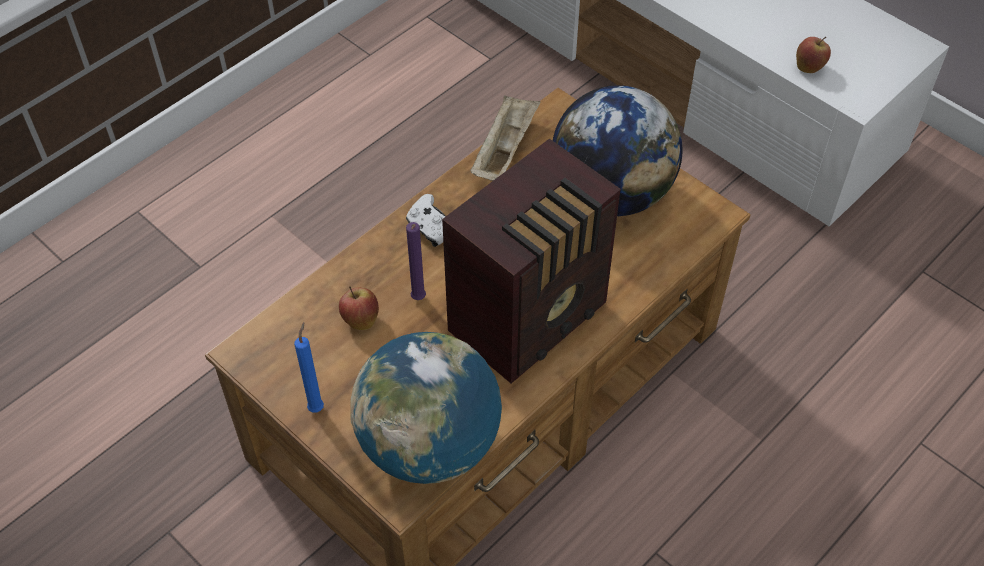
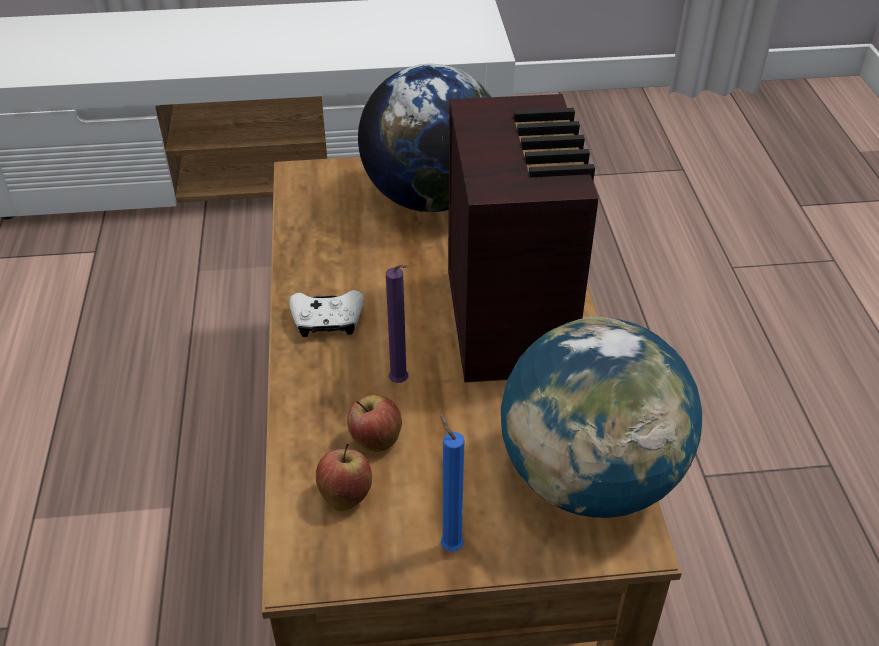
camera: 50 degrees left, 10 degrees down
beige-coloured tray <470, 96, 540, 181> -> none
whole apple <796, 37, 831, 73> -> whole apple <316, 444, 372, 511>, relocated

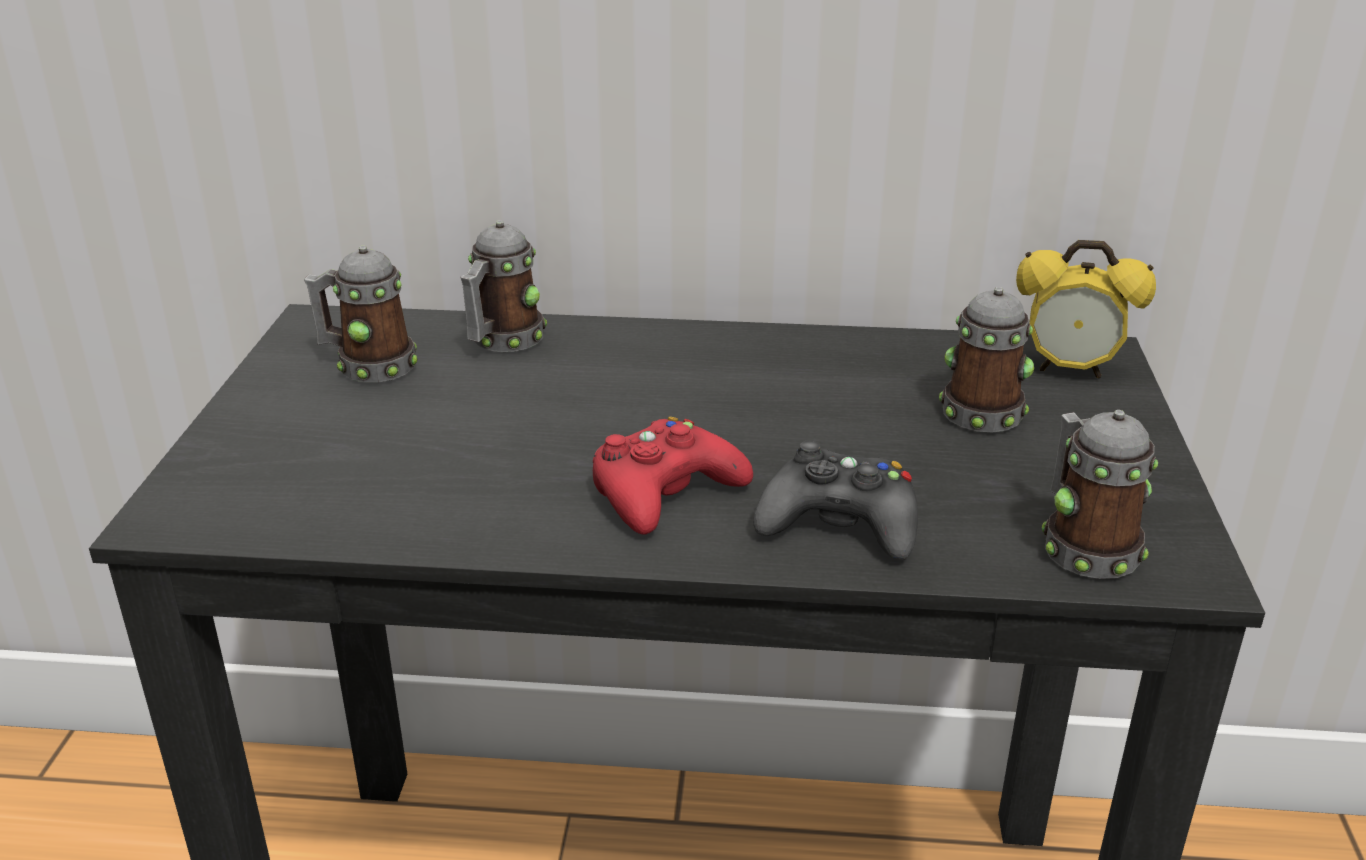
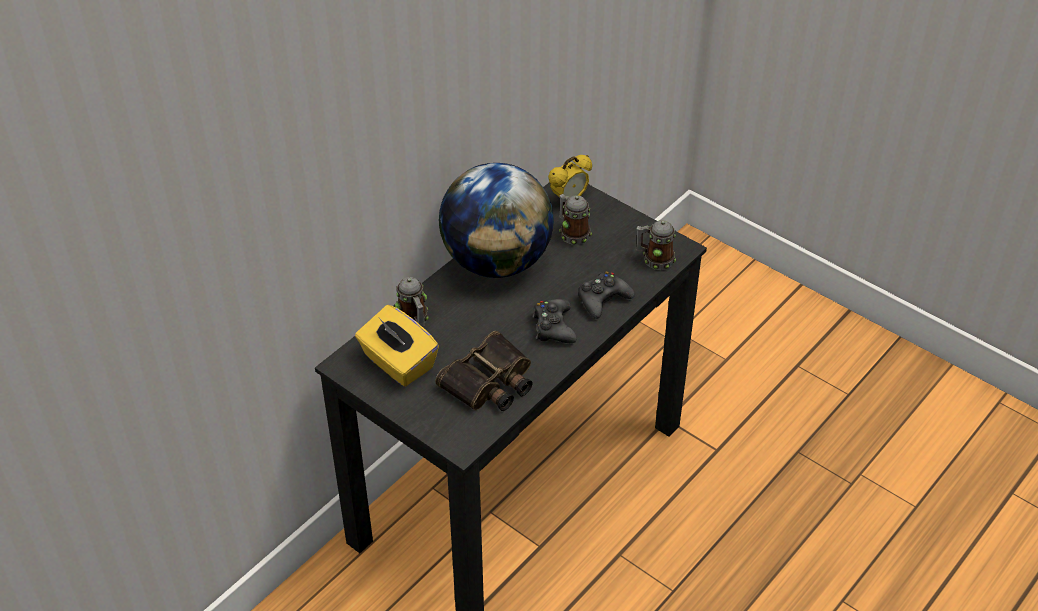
camera: 55 degrees left, 15 degrees up
coffee mug <304, 246, 417, 382> -> yellow-coloured tissue holder <355, 305, 439, 387>
red-coloured game controller <593, 416, 753, 535> -> black-coloured game controller <532, 299, 577, 343>
none -> pair of binoculars <435, 331, 533, 411>
none -> world globe <439, 163, 554, 278>

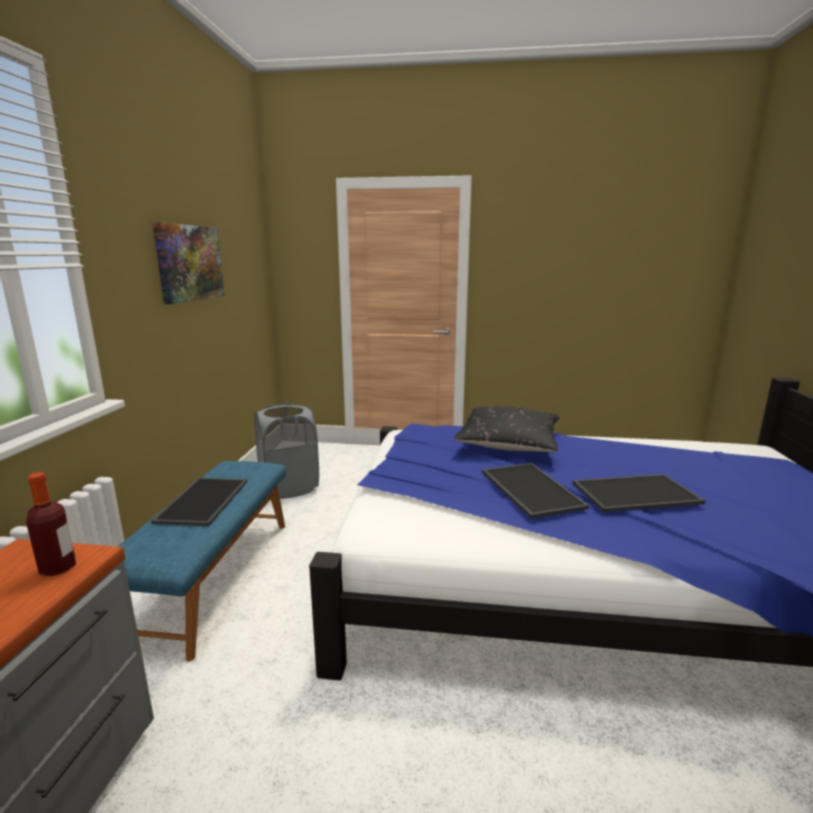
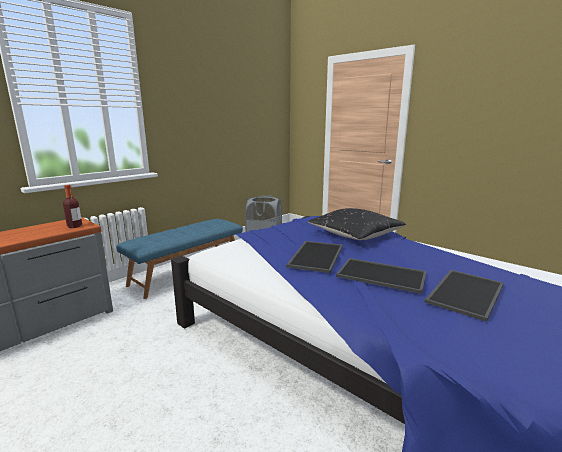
camera: 35 degrees right, 0 degrees up
tray <151, 478, 247, 526> -> tray <425, 270, 504, 322>, relocated
wall art <152, 222, 225, 304> -> none

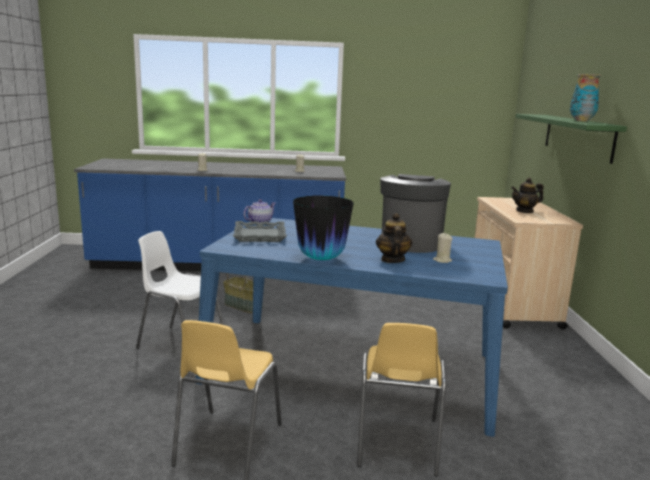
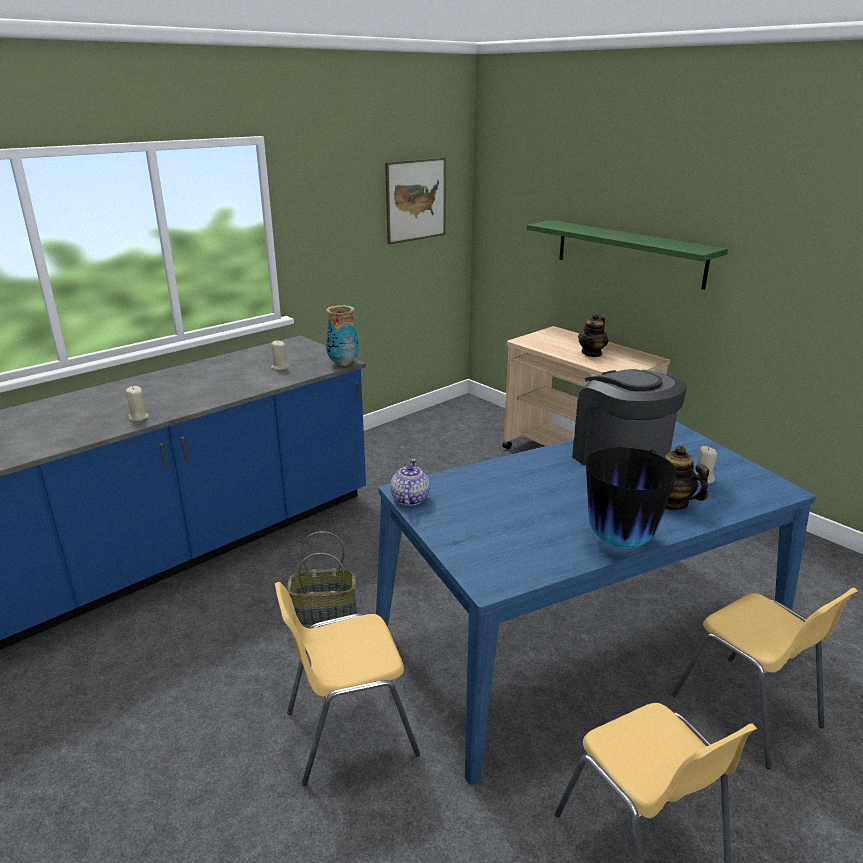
camera: 40 degrees left, 10 degrees up
whitish upright chair <136, 231, 224, 349> -> yellow-coloured upright chair <275, 582, 420, 786>
gray tray <233, 221, 287, 242> -> none
decorative vase <570, 74, 601, 121> -> decorative vase <326, 305, 359, 366>, relocated
none -> wall art <385, 157, 446, 245>

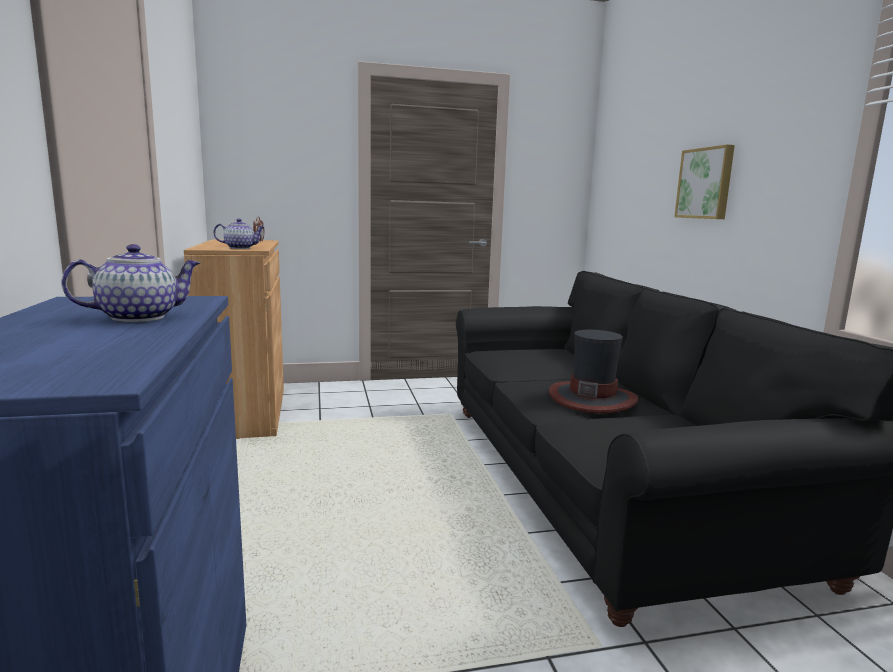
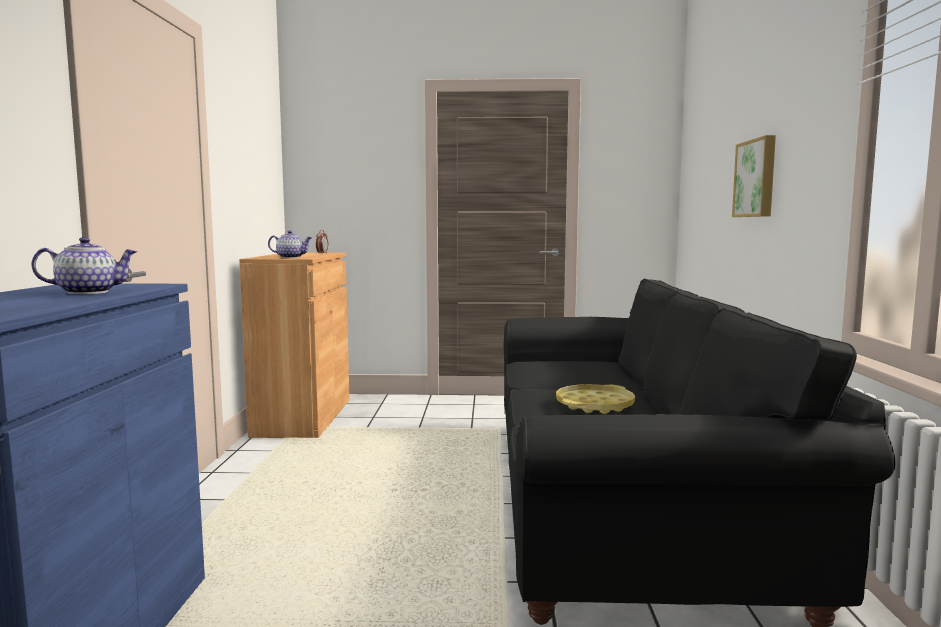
camera: 15 degrees right, 5 degrees down
wearable hat <549, 330, 639, 413> -> yellow-coloured tray <556, 384, 635, 414>

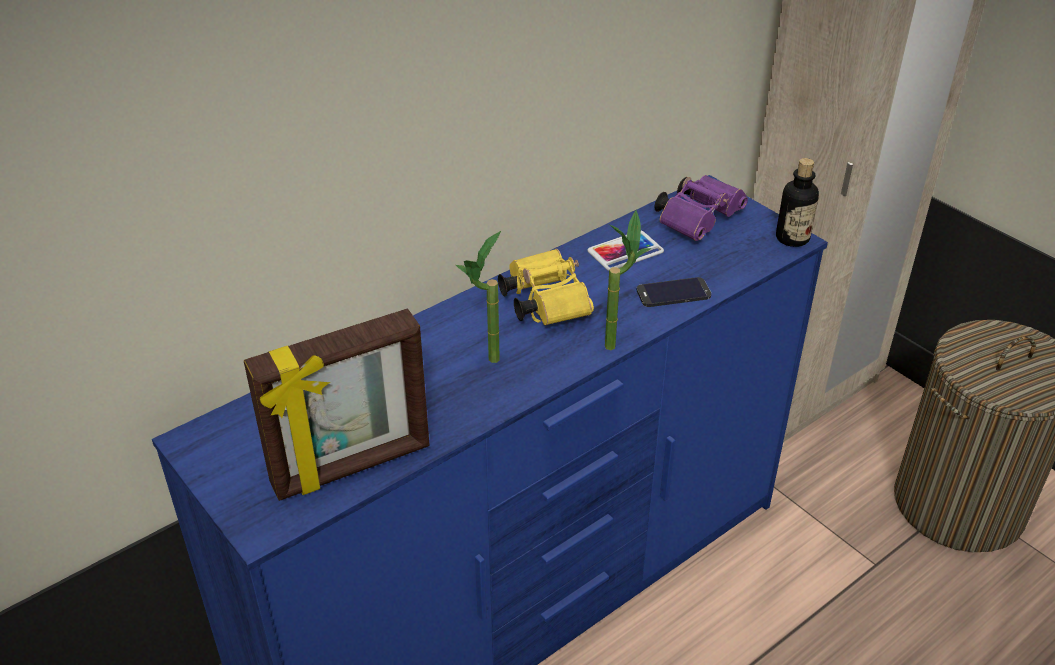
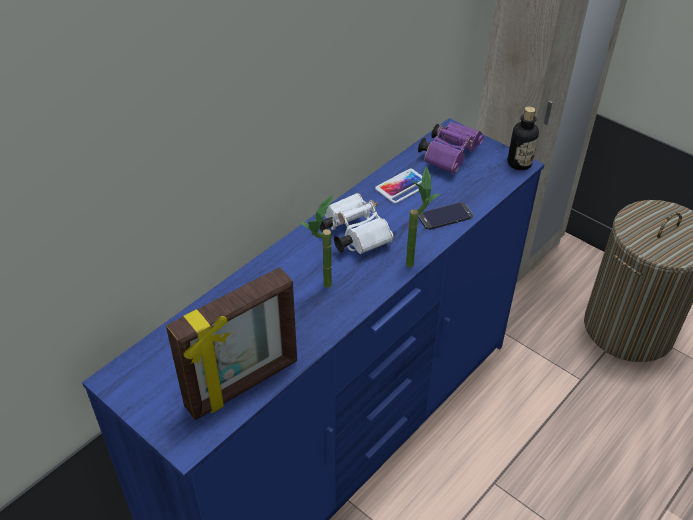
camera: 10 degrees left, 5 degrees up
yellow-coloured pair of binoculars <498, 249, 594, 326> -> whitish pair of binoculars <320, 193, 394, 254>

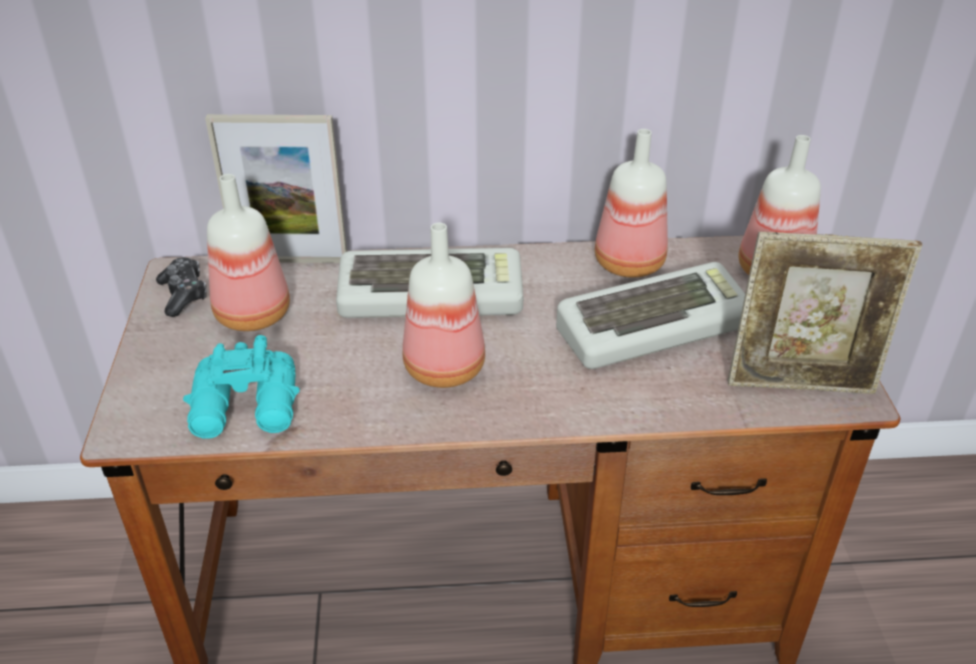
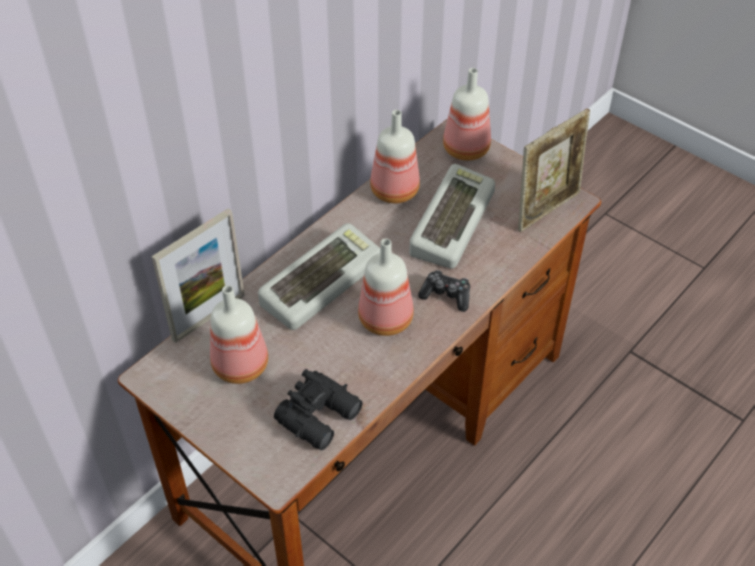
camera: 45 degrees left, 10 degrees up
game controller <156, 257, 207, 317> -> game controller <418, 270, 470, 312>, relocated
turquoise pair of binoculars <183, 335, 300, 439> -> black-coloured pair of binoculars <274, 369, 363, 450>

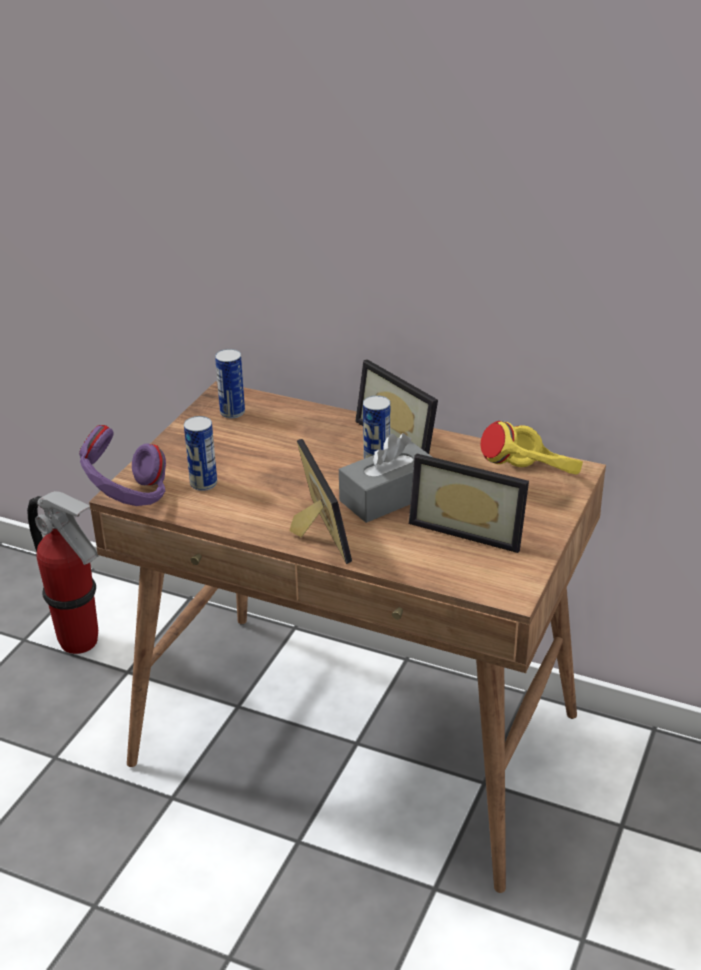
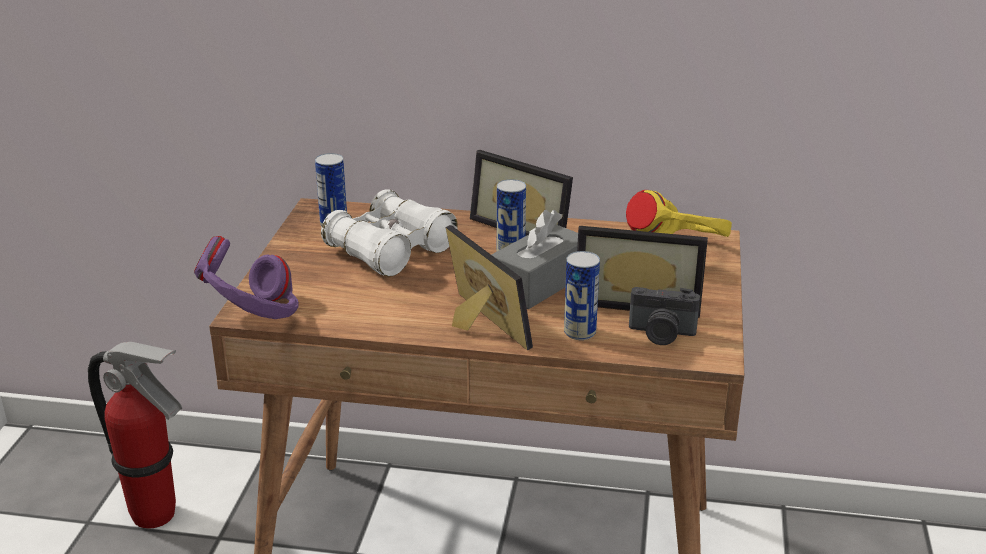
camera: 15 degrees left, 5 degrees down
can <184, 416, 217, 491> -> can <564, 251, 600, 340>, relocated
none -> whitish pair of binoculars <321, 189, 458, 277>
none -> photo camera <629, 287, 700, 345>

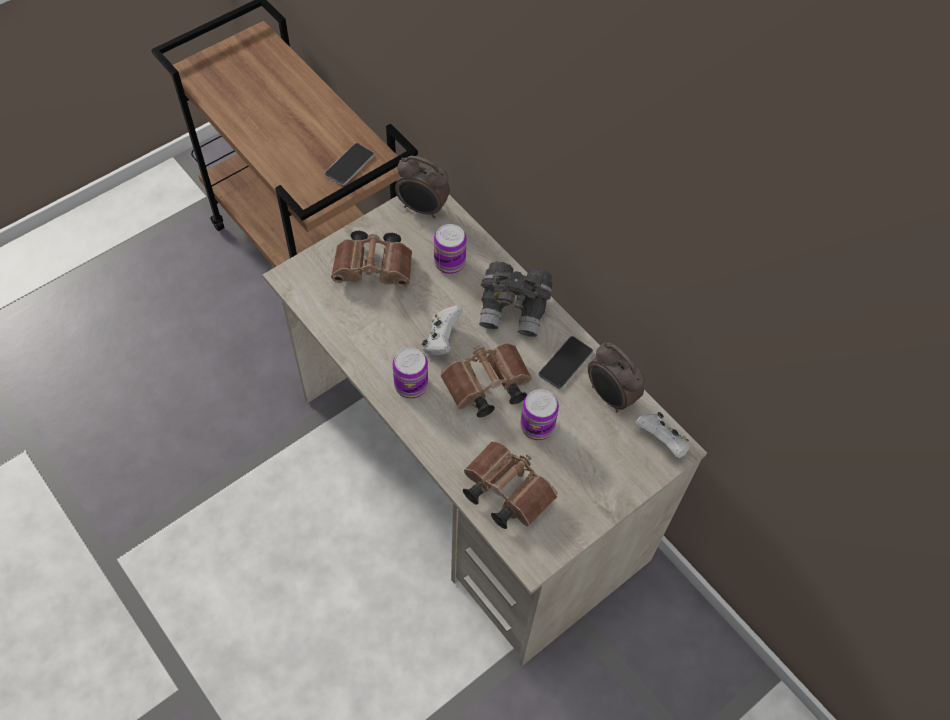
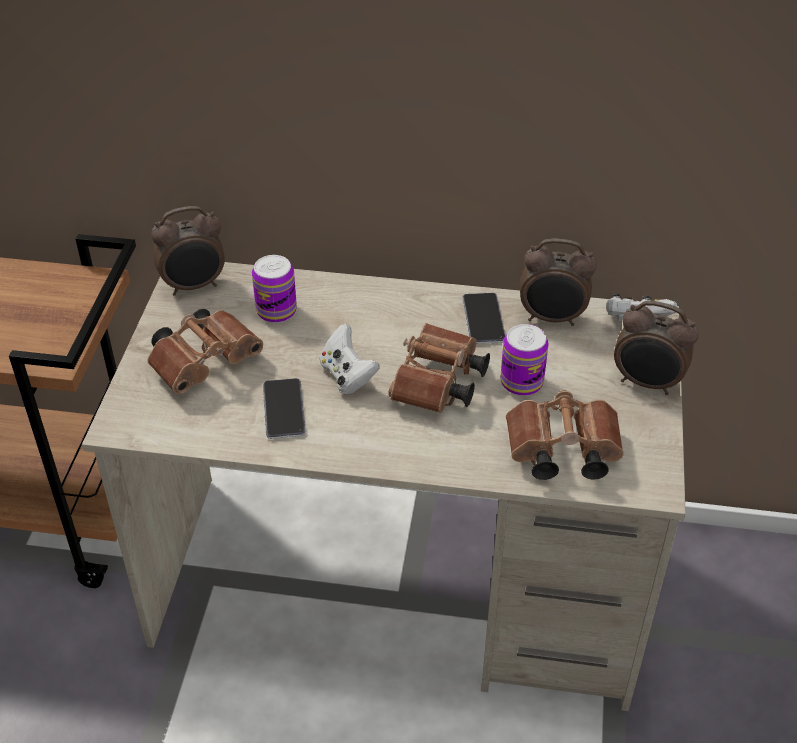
camera: 40 degrees left, 15 degrees down
phone <325, 143, 375, 185> -> phone <263, 378, 306, 439>, relocated
can <393, 348, 428, 399> -> none
gray pair of binoculars <479, 261, 553, 337> -> none
none -> alarm clock <614, 301, 699, 395>

